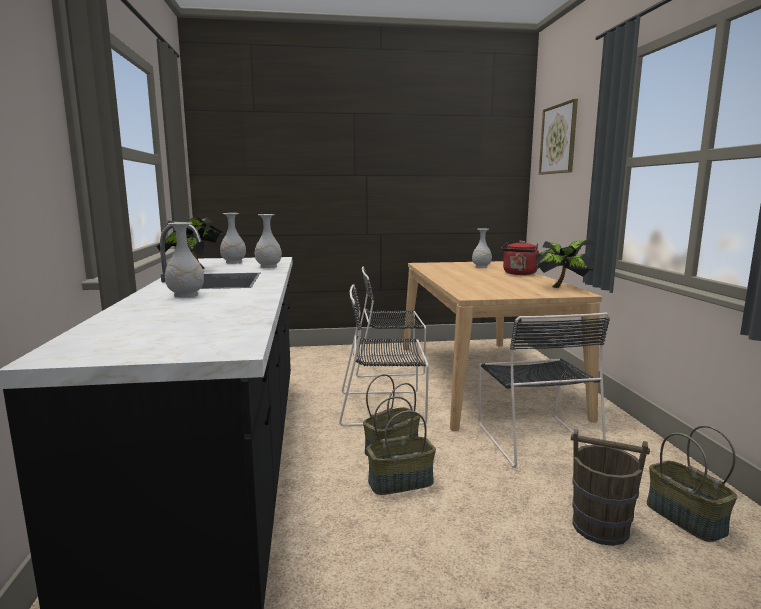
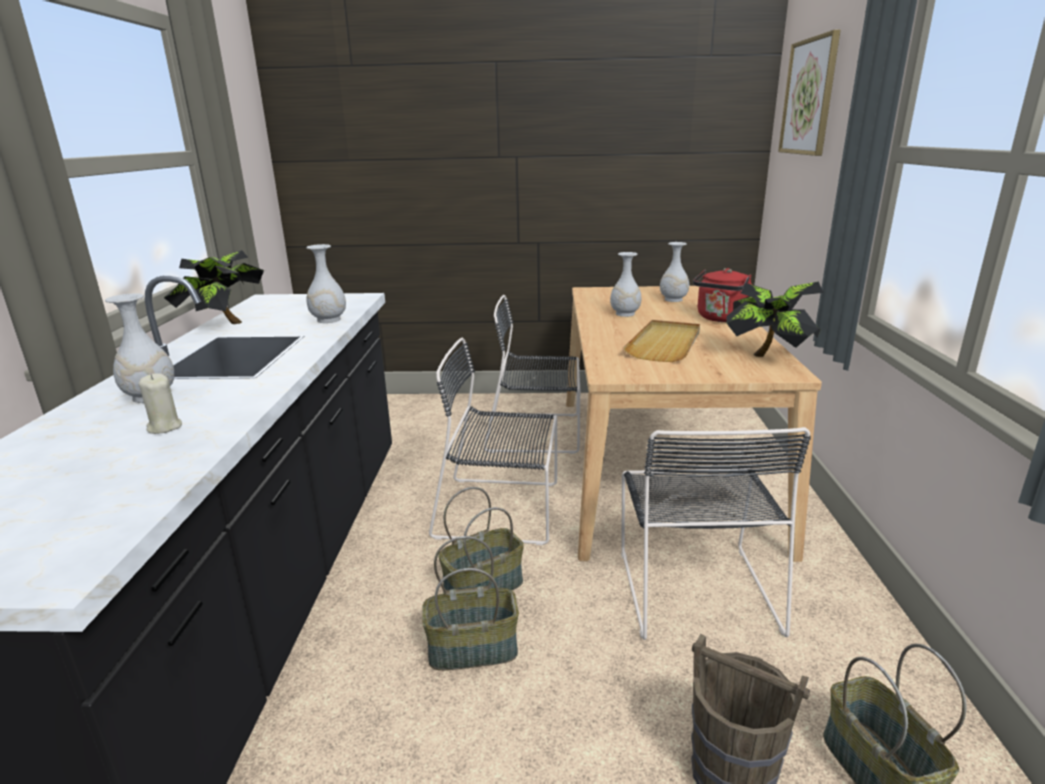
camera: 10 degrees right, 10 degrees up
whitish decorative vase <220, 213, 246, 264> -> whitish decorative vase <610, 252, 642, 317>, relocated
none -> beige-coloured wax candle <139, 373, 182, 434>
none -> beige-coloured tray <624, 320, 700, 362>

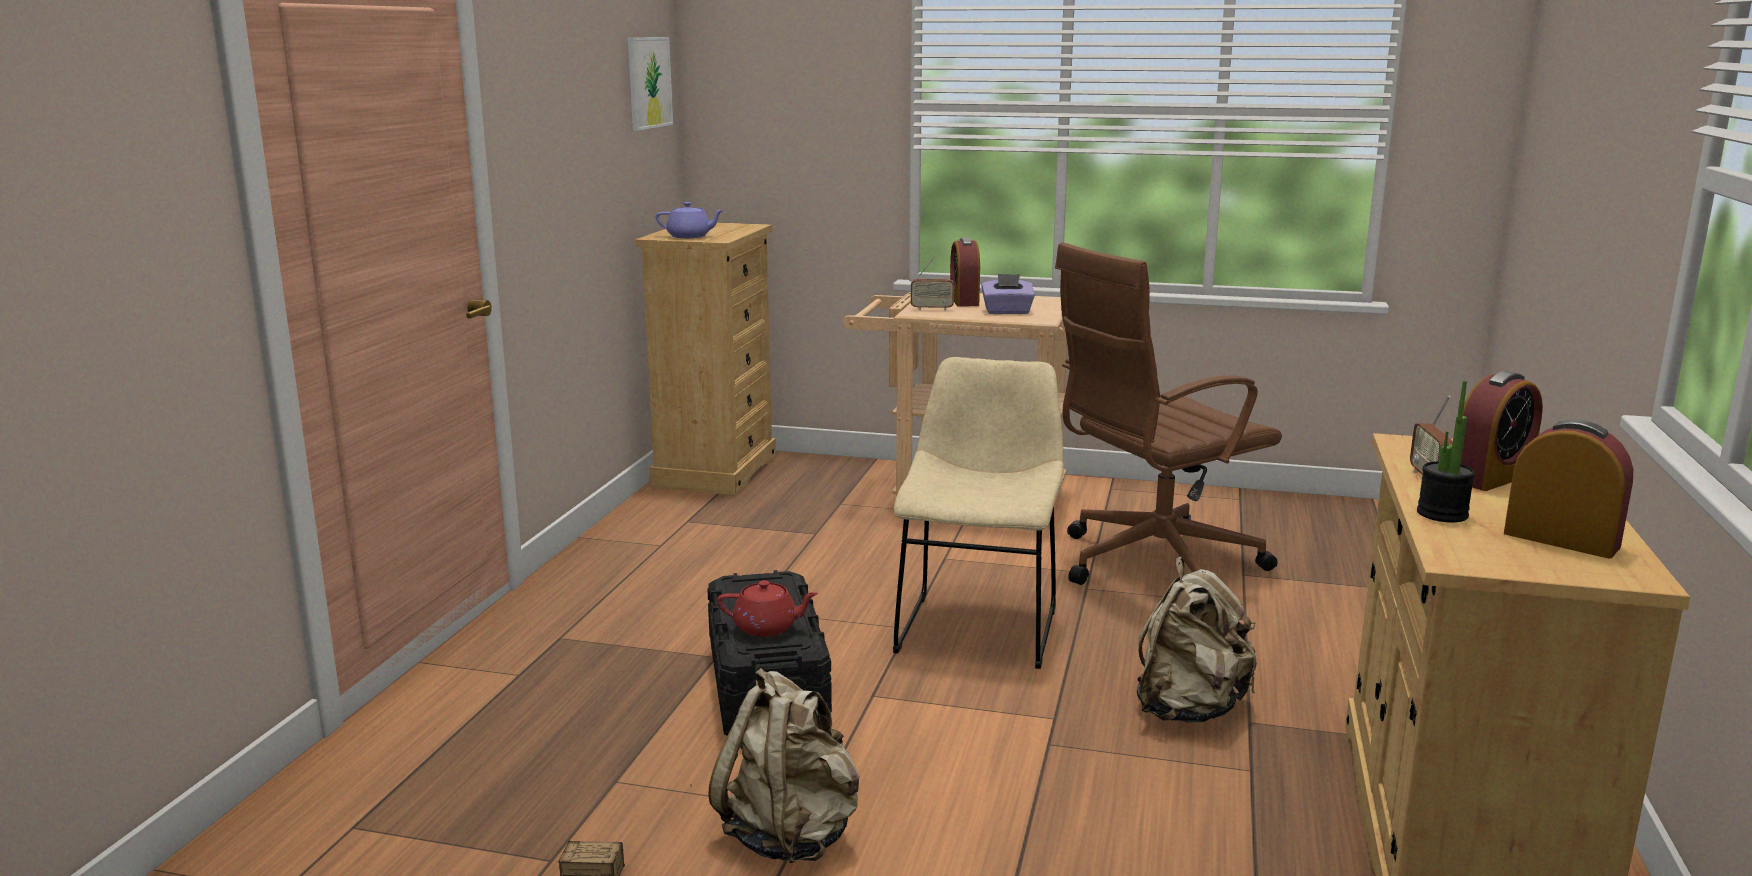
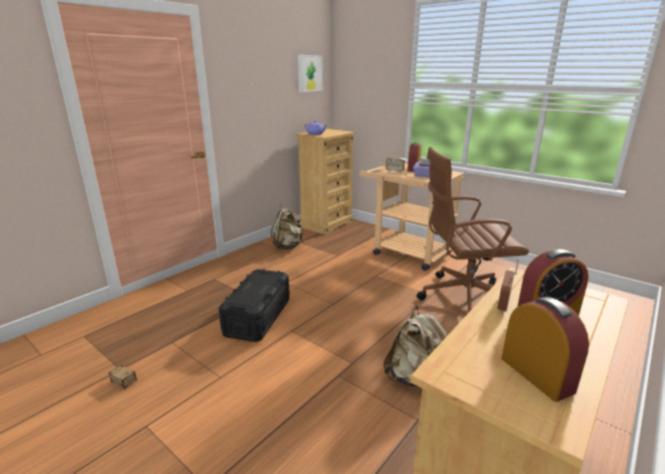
camera: 25 degrees right, 5 degrees up
beige-coloured knapsack <708, 668, 860, 863> -> beige-coloured knapsack <270, 204, 304, 249>, relocated
red-coloured teapot <717, 580, 819, 637> -> none
beige-coloured upright chair <893, 357, 1064, 669> -> none
plant in a pot <1417, 381, 1475, 522> -> none

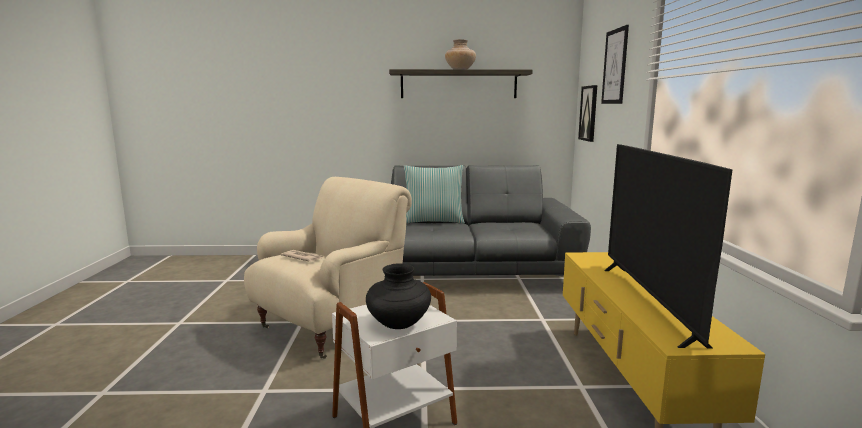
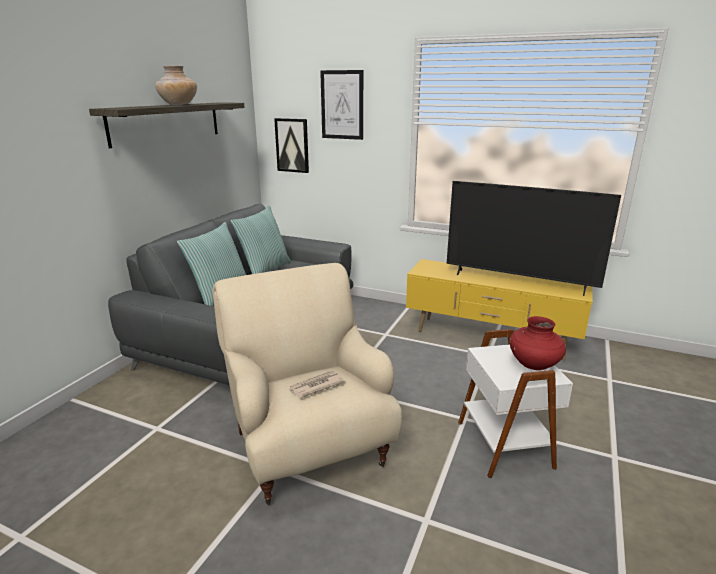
camera: 65 degrees left, 10 degrees up
black-coloured decorative vase <366, 263, 431, 329> -> red-coloured decorative vase <509, 316, 566, 370>
none -> throw pillow <231, 206, 291, 274>

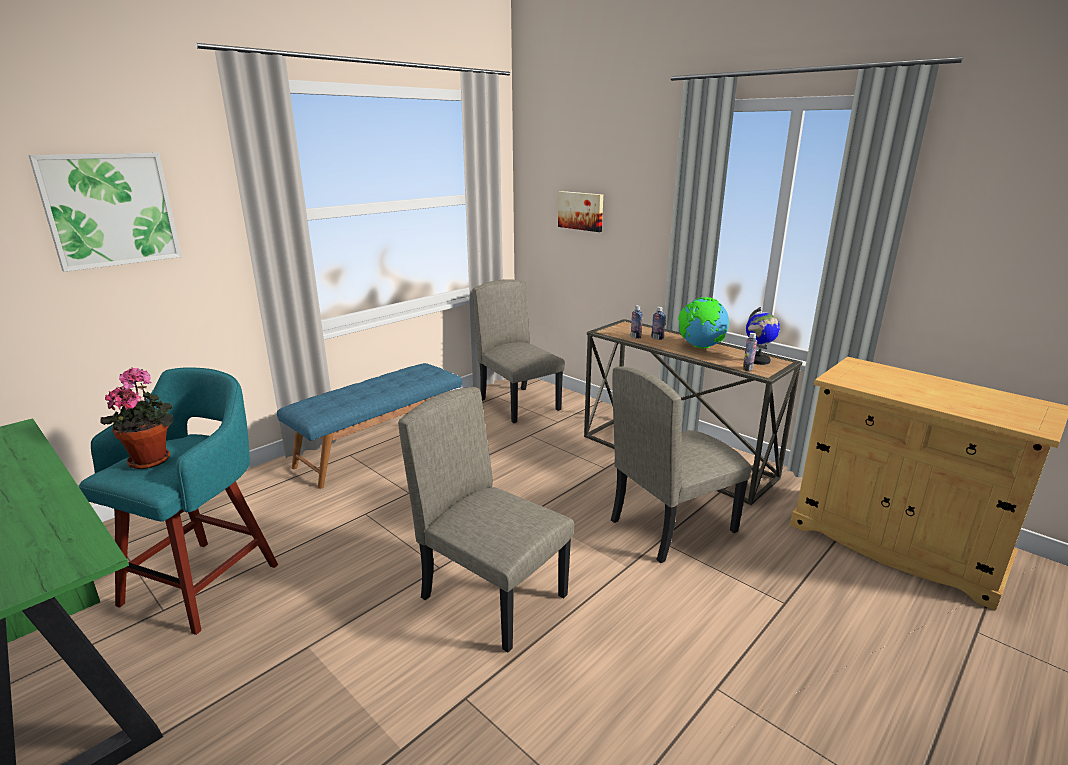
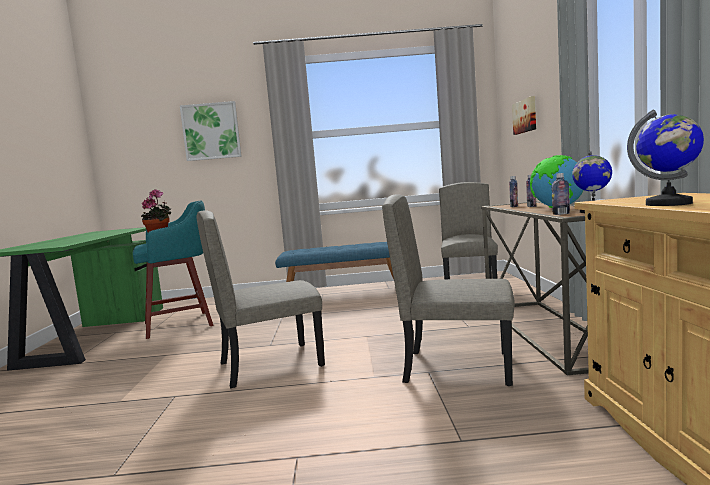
camera: 45 degrees right, 15 degrees down
beige-coloured upright chair <398, 387, 574, 653> -> beige-coloured upright chair <196, 210, 325, 388>, 105 degrees counterclockwise
none -> world globe <627, 110, 704, 206>

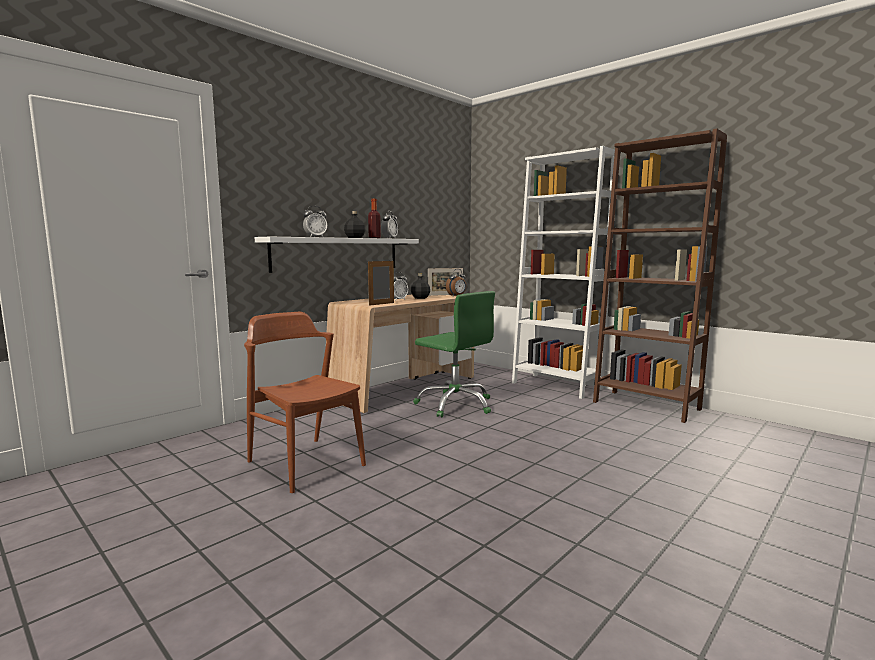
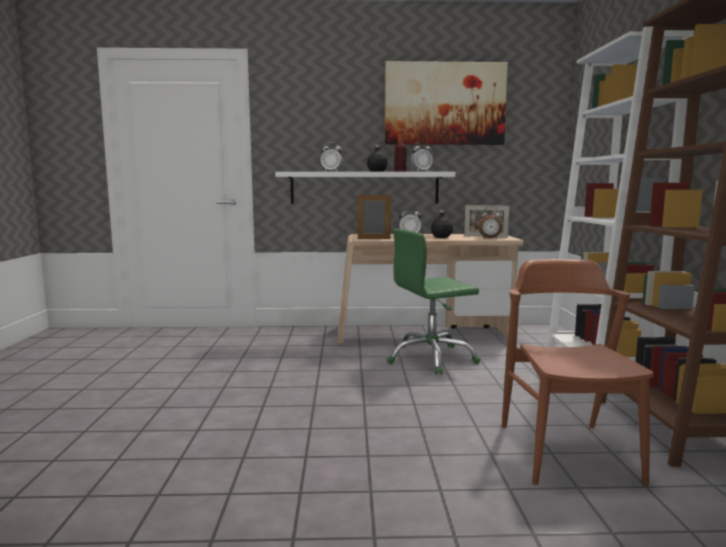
camera: 45 degrees right, 0 degrees up
brownish upright chair <244, 312, 366, 493> -> brownish upright chair <502, 259, 654, 485>, relocated
green-coloured office chair <413, 291, 495, 417> -> green-coloured office chair <386, 229, 480, 375>, 75 degrees clockwise
none -> wall art <385, 61, 508, 145>

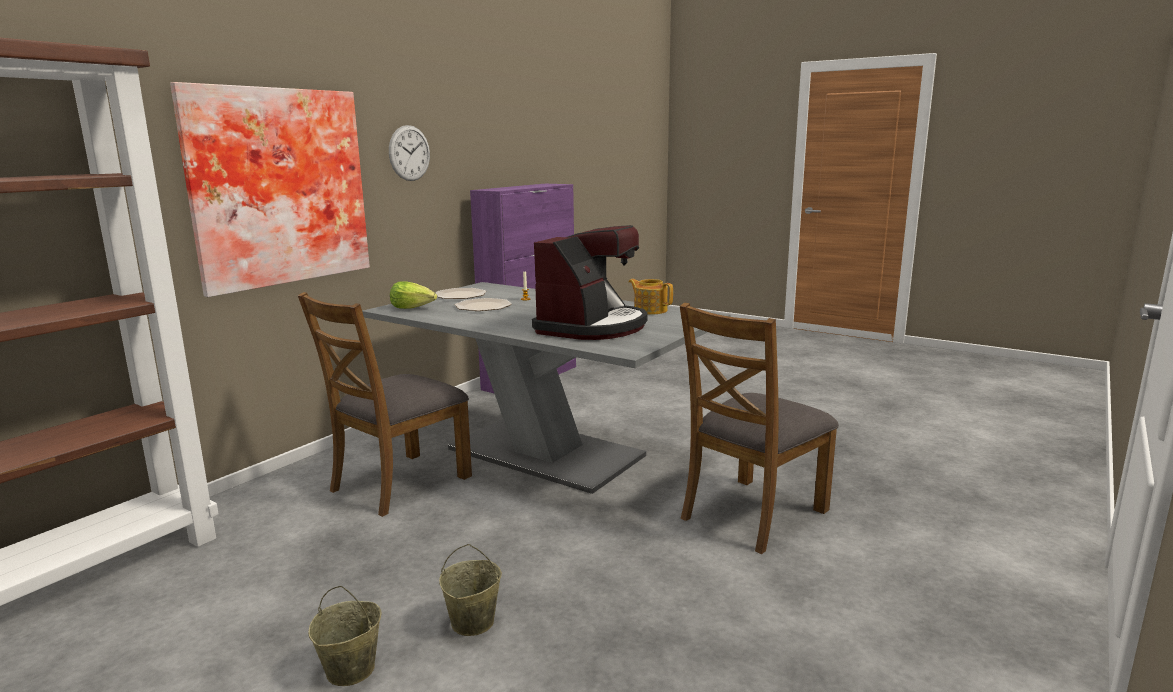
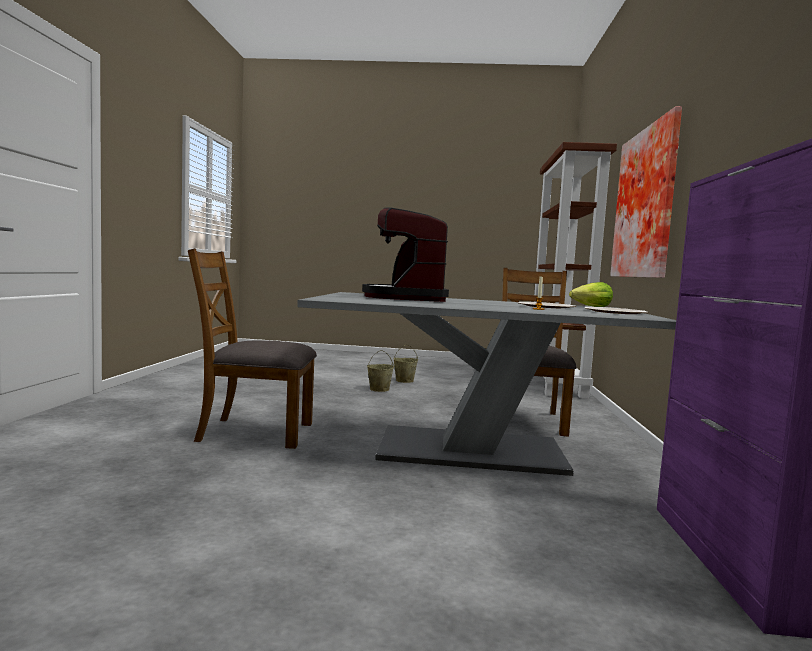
camera: 150 degrees right, 10 degrees down
hanging clock <389, 125, 430, 181> -> none
teapot <629, 279, 673, 315> -> none
brownish upright chair <680, 302, 839, 554> -> brownish upright chair <188, 249, 317, 449>, 105 degrees counterclockwise

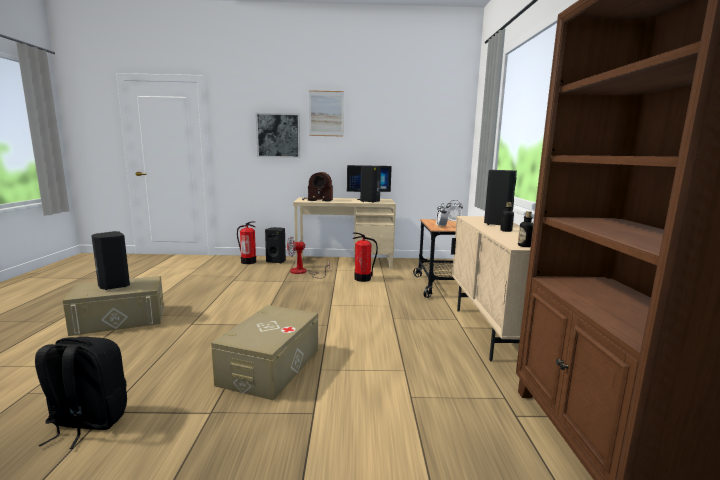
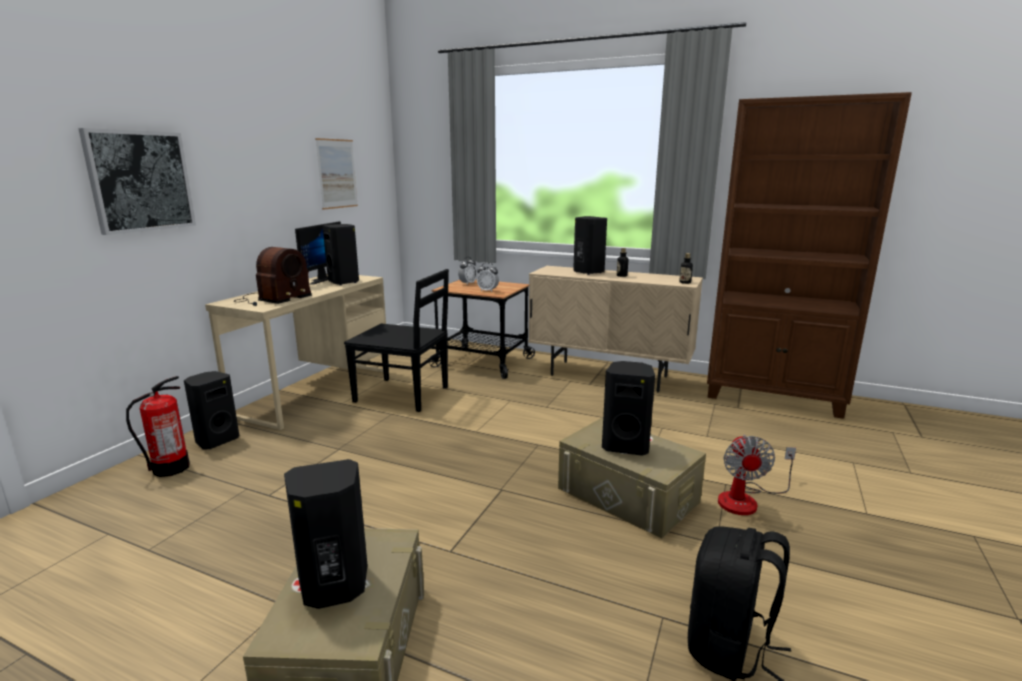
camera: 65 degrees left, 5 degrees up
electric fan <287, 236, 329, 279> -> electric fan <718, 435, 796, 515>, relocated
wall art <309, 90, 344, 137> -> wall art <315, 138, 358, 210>, relocated
fire extinguisher <353, 232, 378, 282> -> black-coloured upright chair <344, 269, 449, 412>
none -> black-coloured speaker <602, 361, 655, 456>

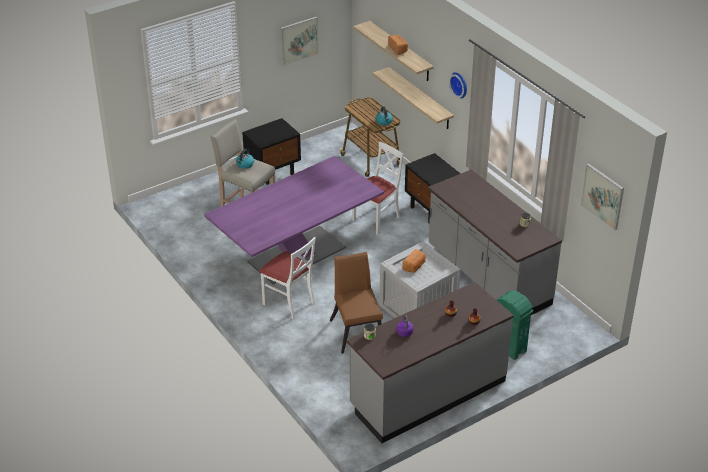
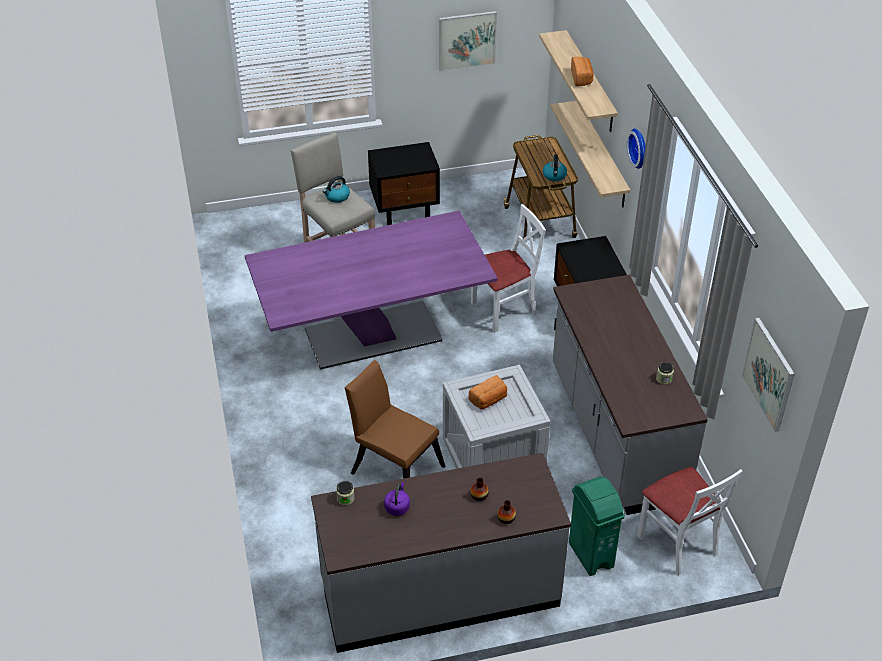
camera: 20 degrees right, 5 degrees up
whitish upright chair <259, 237, 316, 320> -> whitish upright chair <637, 467, 742, 576>, relocated
brownish upright chair <330, 252, 383, 354> -> brownish upright chair <345, 360, 446, 479>, 60 degrees counterclockwise

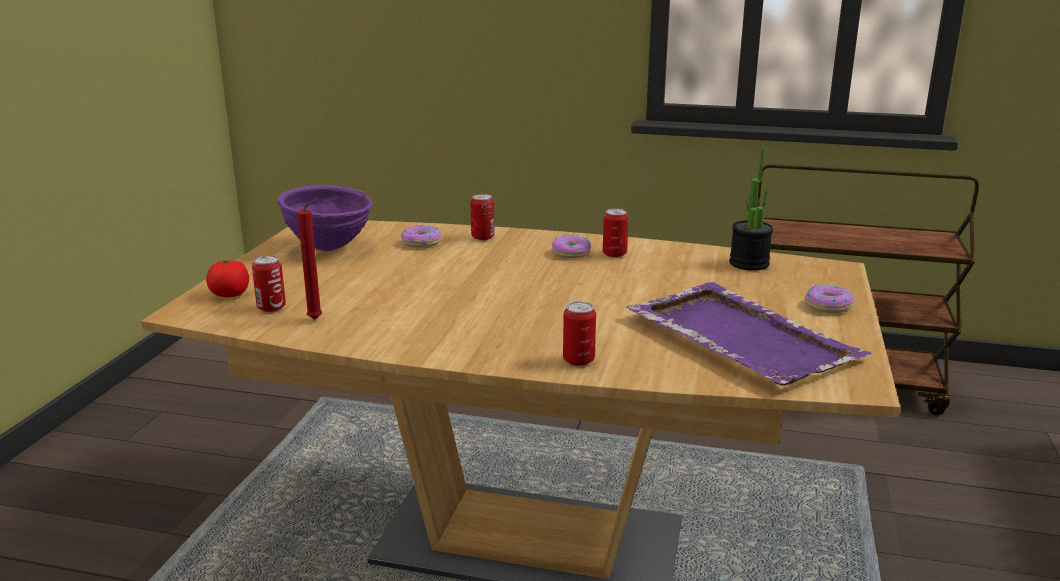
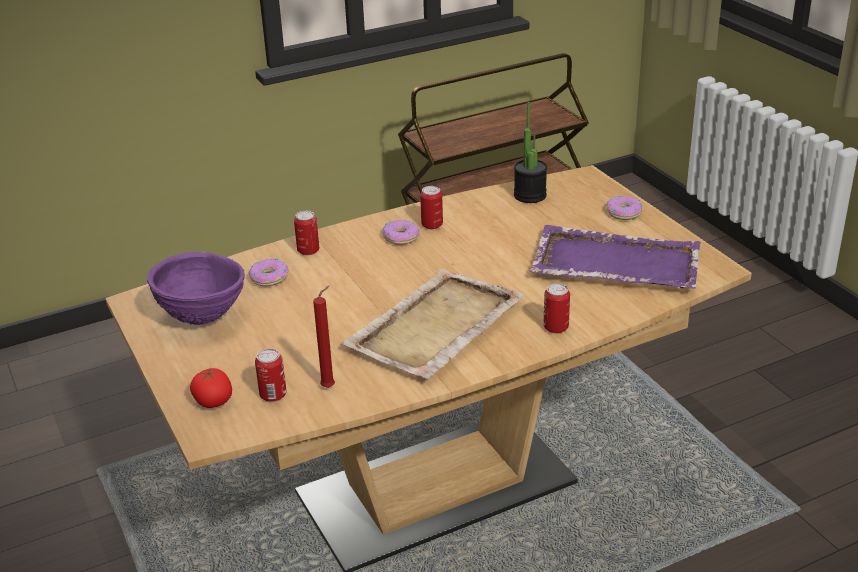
camera: 40 degrees left, 10 degrees up
none -> beige-coloured tray <341, 269, 525, 379>

